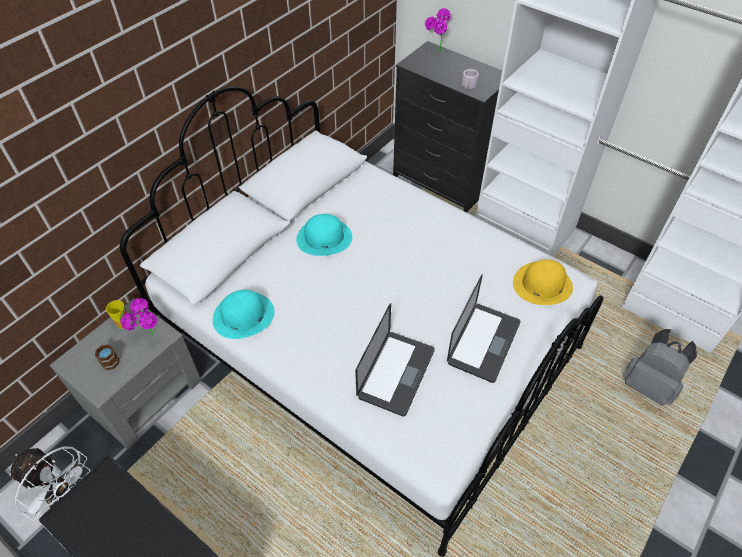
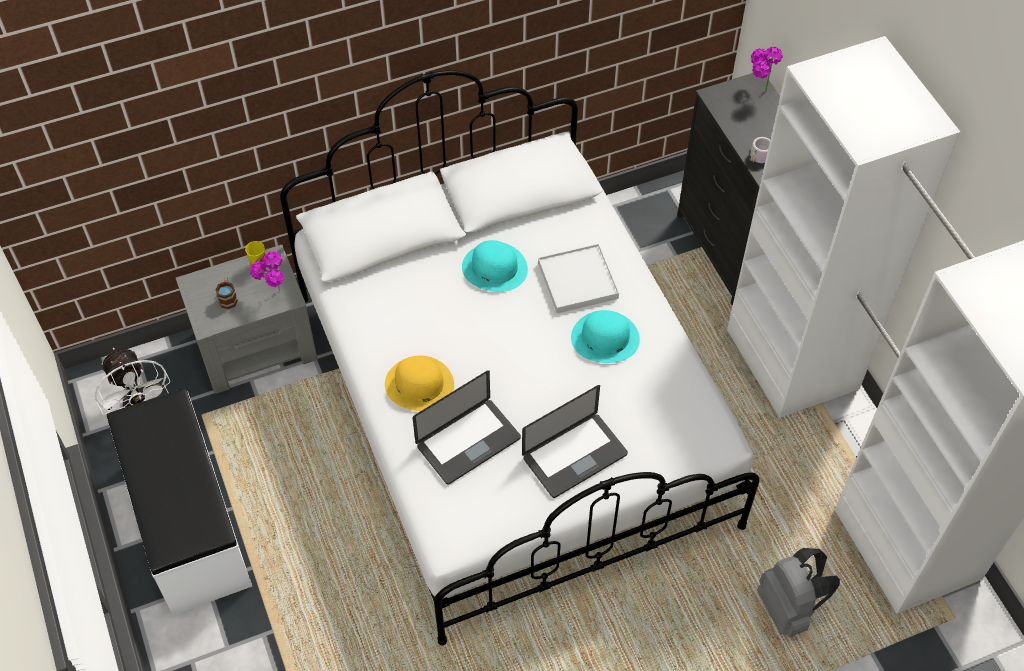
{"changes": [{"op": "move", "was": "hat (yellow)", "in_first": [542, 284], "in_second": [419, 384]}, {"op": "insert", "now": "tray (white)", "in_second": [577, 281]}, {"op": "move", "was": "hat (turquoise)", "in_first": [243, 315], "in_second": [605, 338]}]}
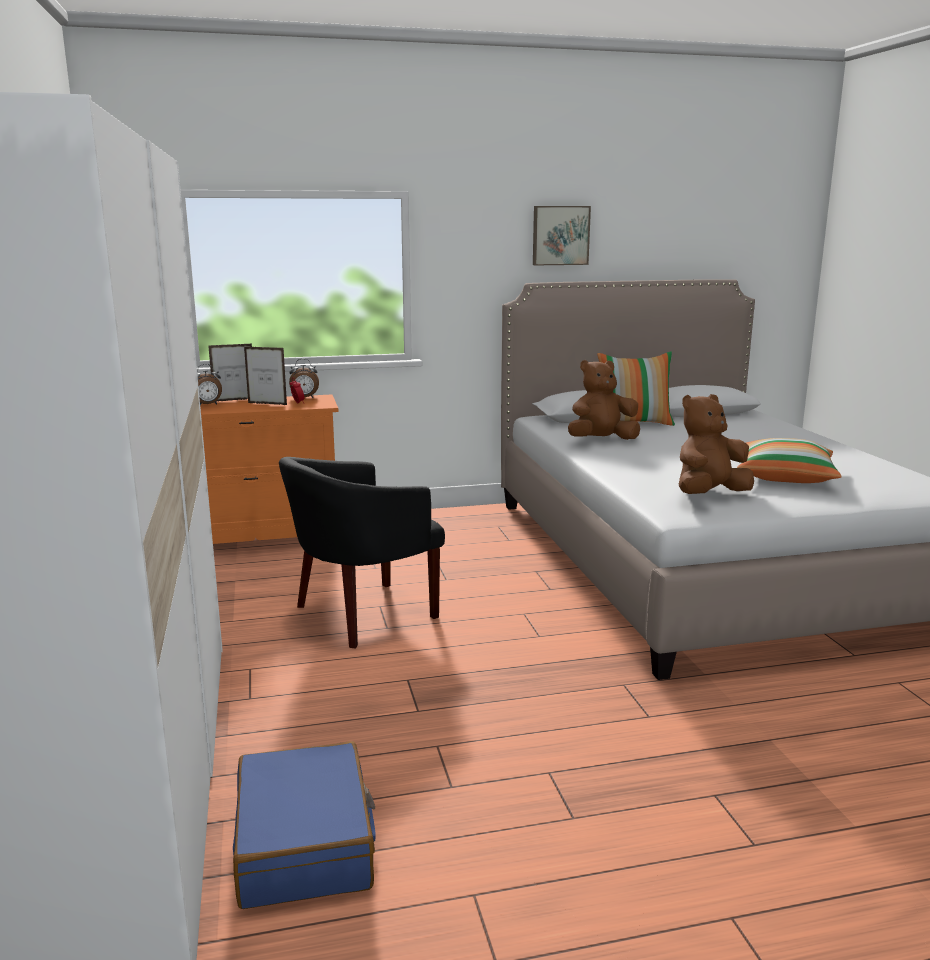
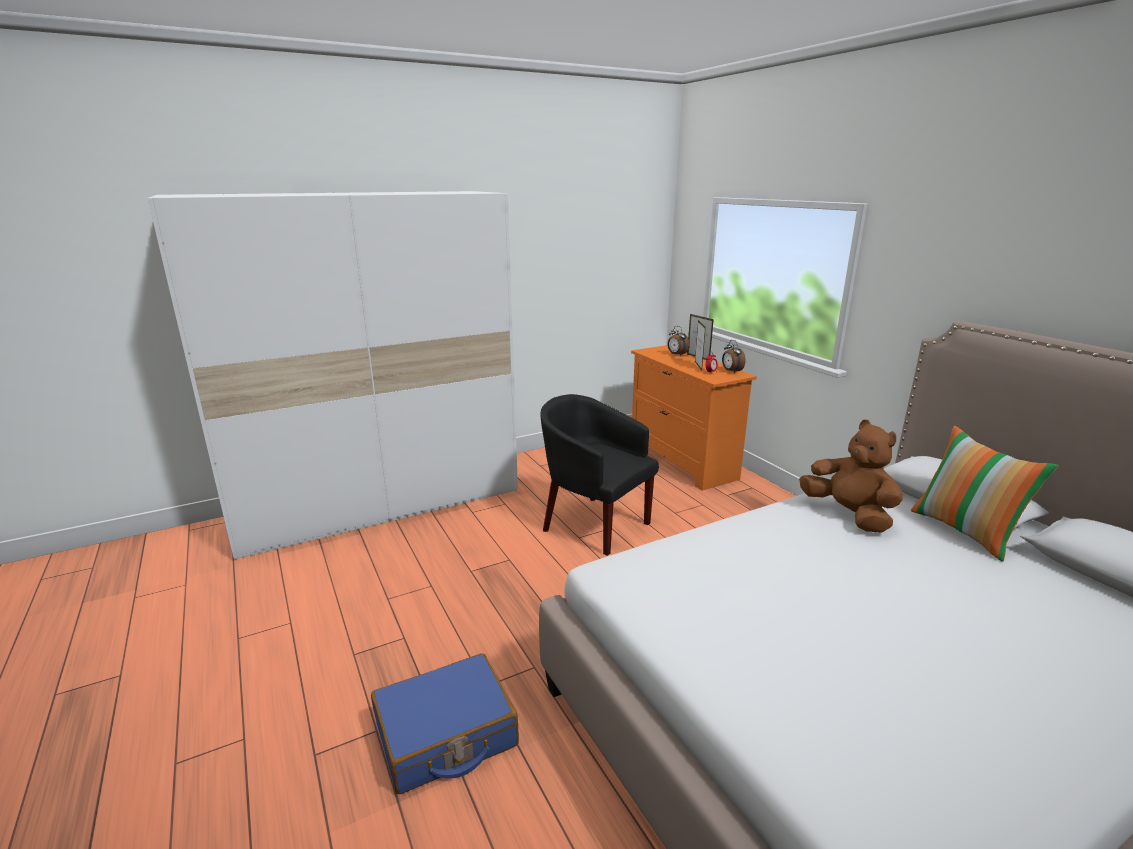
{"changes": [{"op": "move", "was": "suitcase (blue)", "in_first": [305, 843], "in_second": [446, 735]}, {"op": "delete", "was": "picture", "in_first": [560, 235]}, {"op": "delete", "was": "plush toy (brown)", "in_first": [709, 494]}, {"op": "delete", "was": "pillow", "in_first": [784, 476]}]}
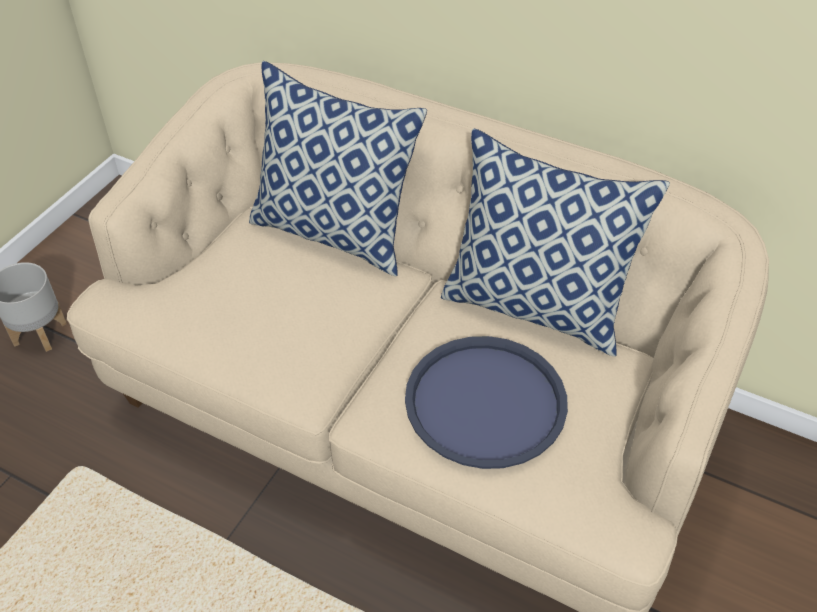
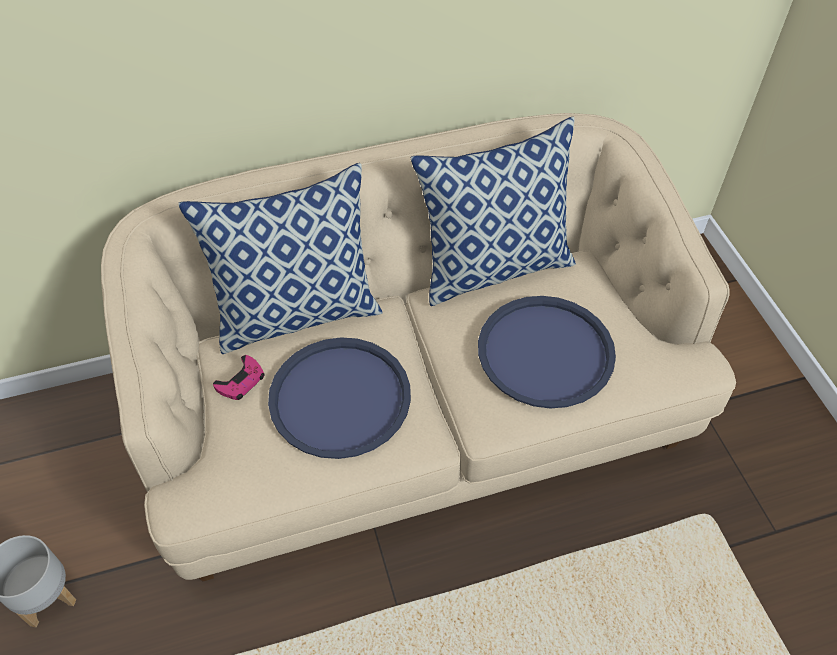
{"changes": [{"op": "insert", "now": "game controller (pink)", "in_second": [241, 381]}, {"op": "insert", "now": "tray (blue)", "in_second": [340, 398]}]}
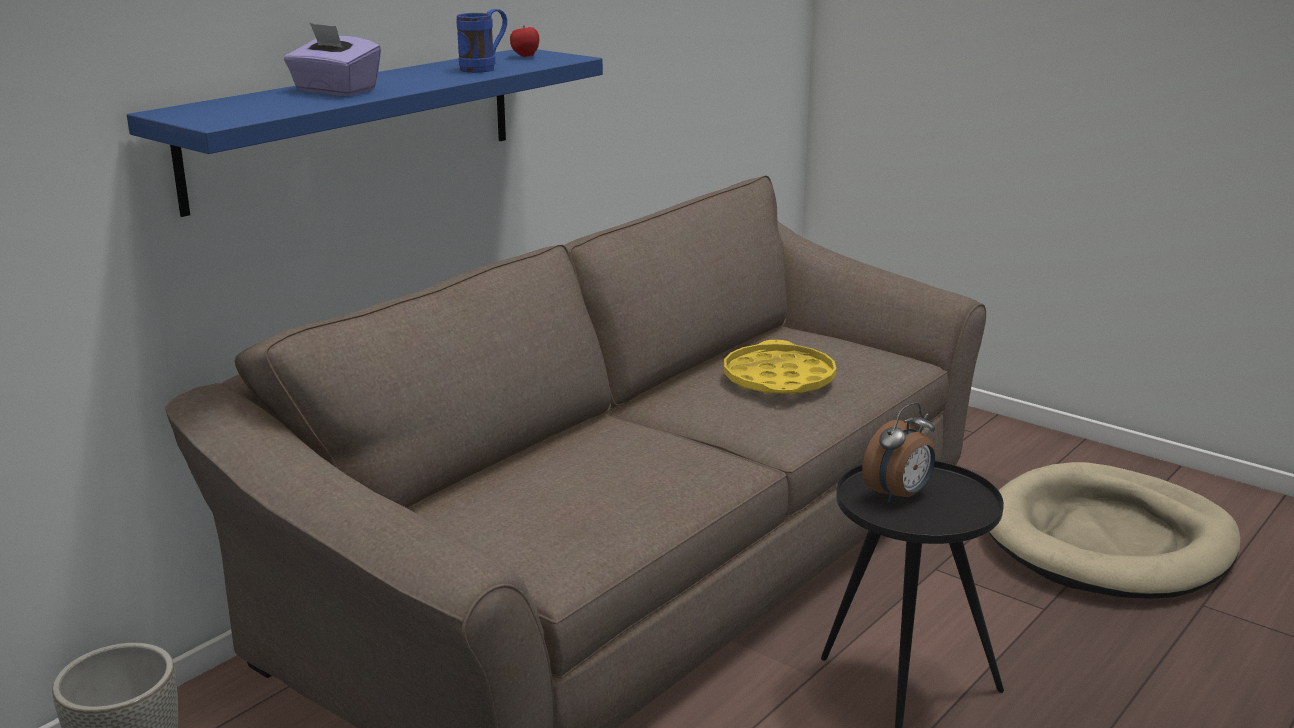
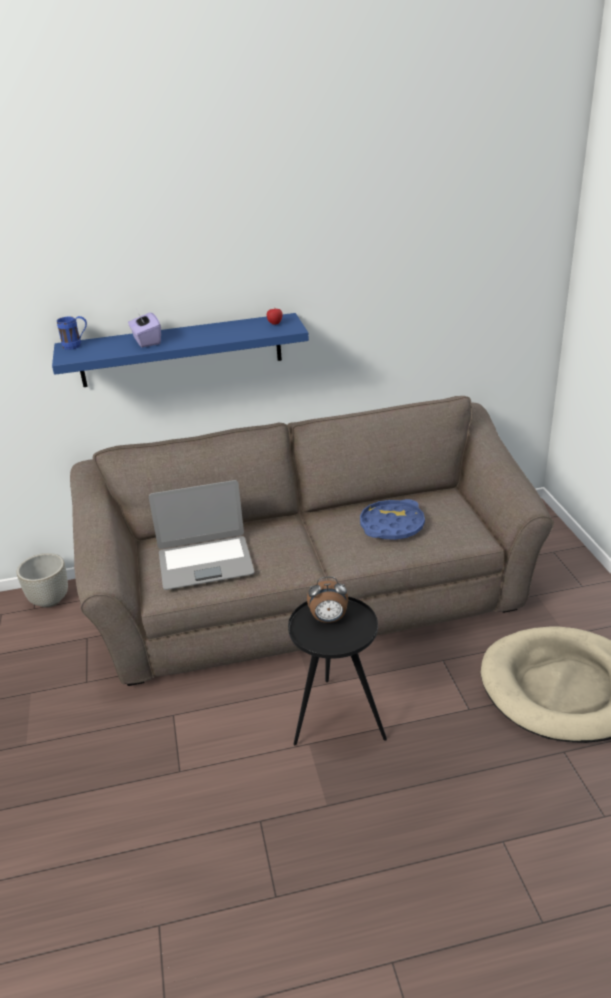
{"changes": [{"op": "move", "was": "mug (blue)", "in_first": [485, 68], "in_second": [76, 346]}, {"op": "insert", "now": "laptop", "in_second": [205, 563]}, {"op": "recolor", "was": "tray (yellow)", "now": "tray (blue)", "in_first": [778, 380], "in_second": [391, 525]}]}
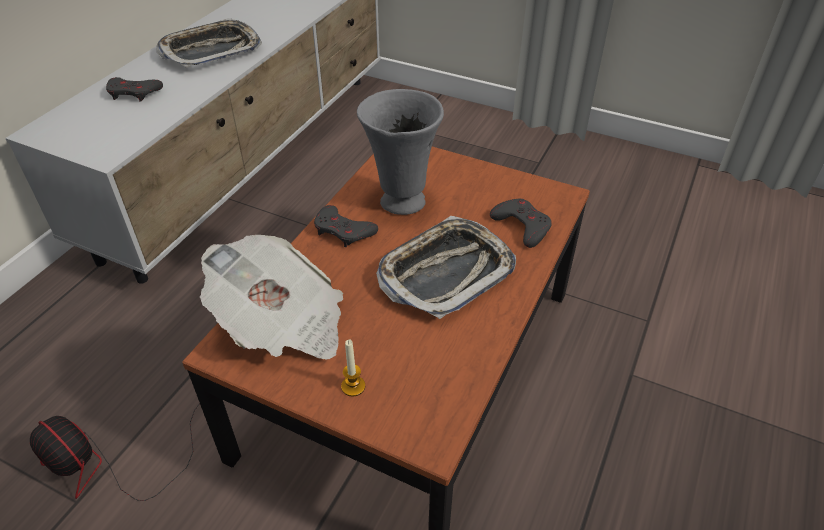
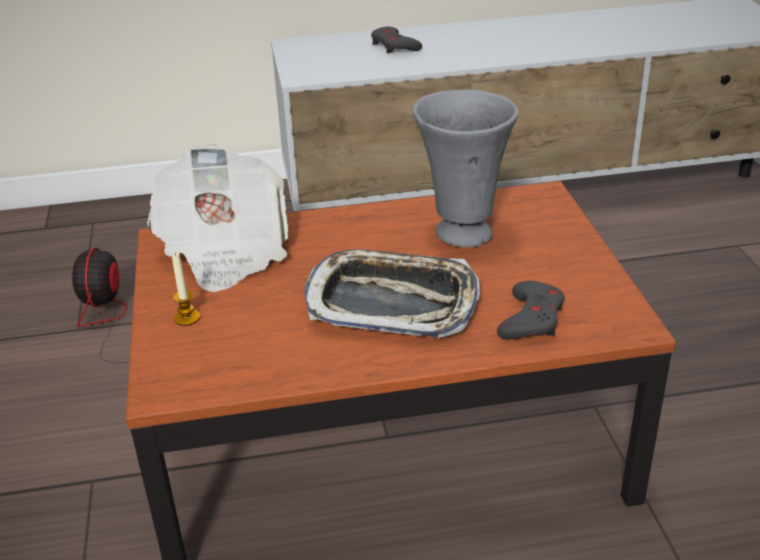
{"changes": [{"op": "delete", "was": "tray", "in_first": [211, 50]}, {"op": "delete", "was": "game controller (grey)", "in_first": [343, 231]}]}
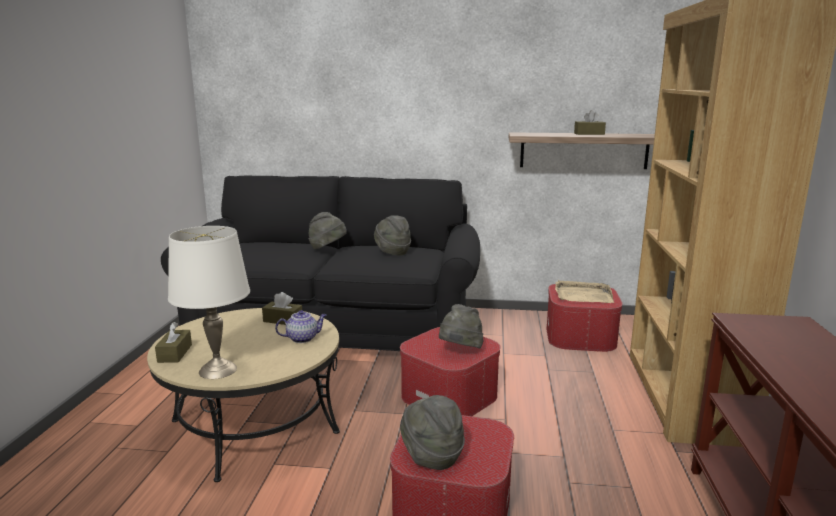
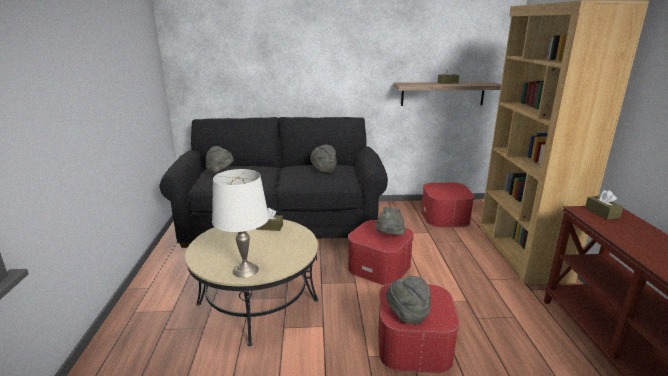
{"changes": [{"op": "move", "was": "hat (grey)", "in_first": [327, 248], "in_second": [220, 172]}, {"op": "move", "was": "tissue box (brown)", "in_first": [175, 353], "in_second": [602, 213]}, {"op": "delete", "was": "teapot", "in_first": [303, 338]}, {"op": "delete", "was": "tray (beige)", "in_first": [582, 295]}]}
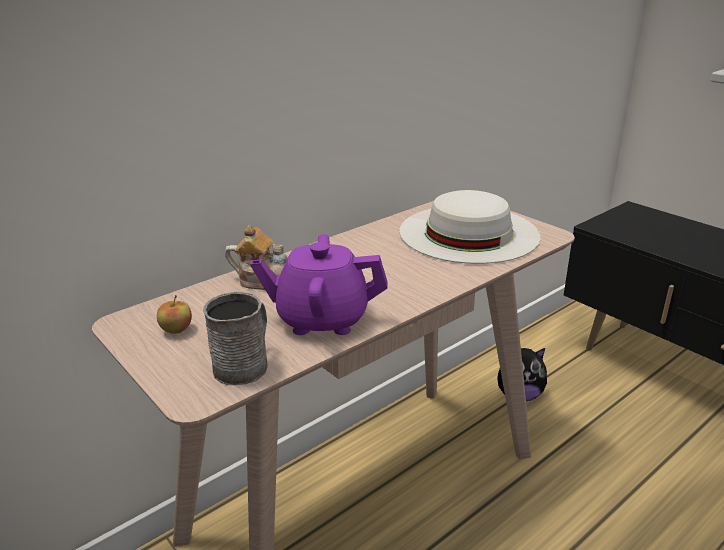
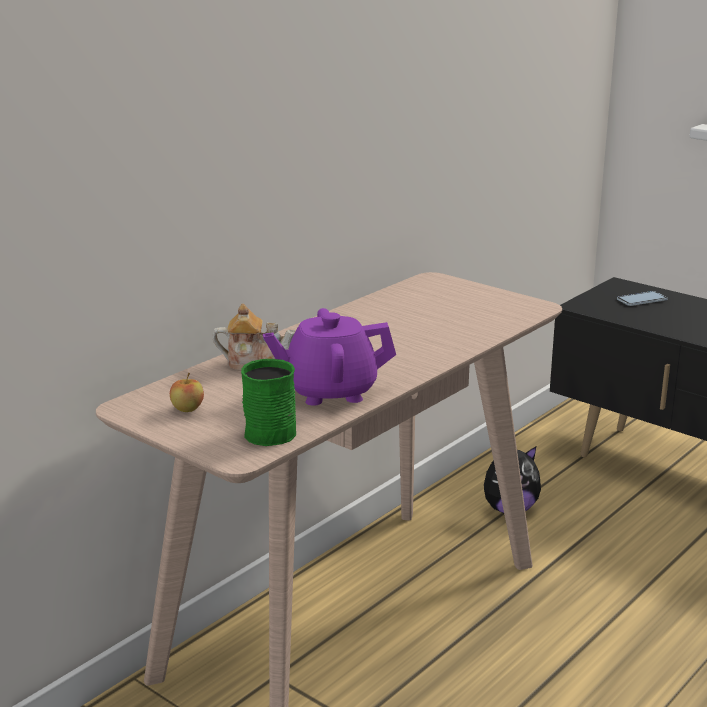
{"changes": [{"op": "recolor", "was": "mug (grey)", "now": "mug (green)", "in_first": [245, 364], "in_second": [273, 430]}, {"op": "insert", "now": "phone", "in_second": [642, 300]}, {"op": "delete", "was": "hat (white)", "in_first": [468, 233]}]}
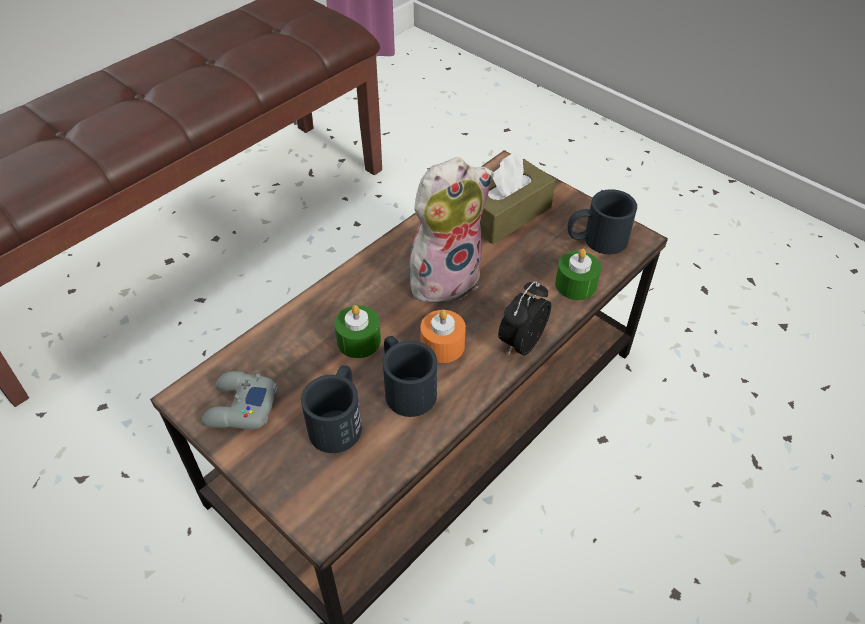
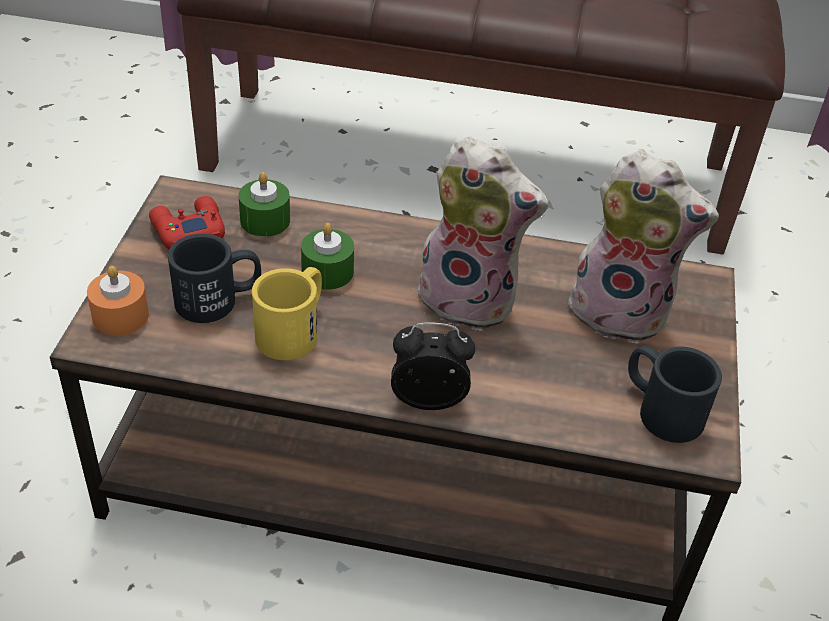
{"changes": [{"op": "move", "was": "candle (orange)", "in_first": [442, 345], "in_second": [120, 316]}, {"op": "recolor", "was": "game controller (grey)", "now": "game controller (red)", "in_first": [240, 407], "in_second": [187, 230]}, {"op": "move", "was": "candle (green)", "in_first": [575, 284], "in_second": [265, 220]}, {"op": "recolor", "was": "mug (black)", "now": "mug (yellow)", "in_first": [405, 386], "in_second": [294, 329]}, {"op": "replace", "was": "tissue box (brown)", "now": "plush toy", "in_first": [507, 214], "in_second": [621, 311]}]}
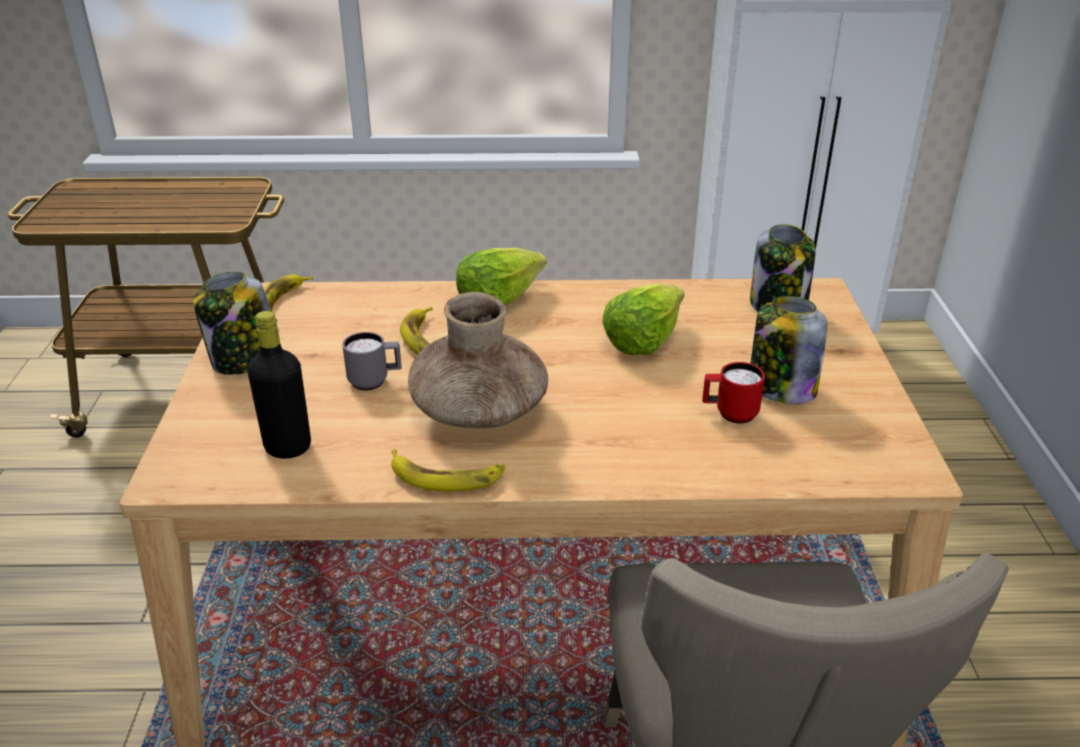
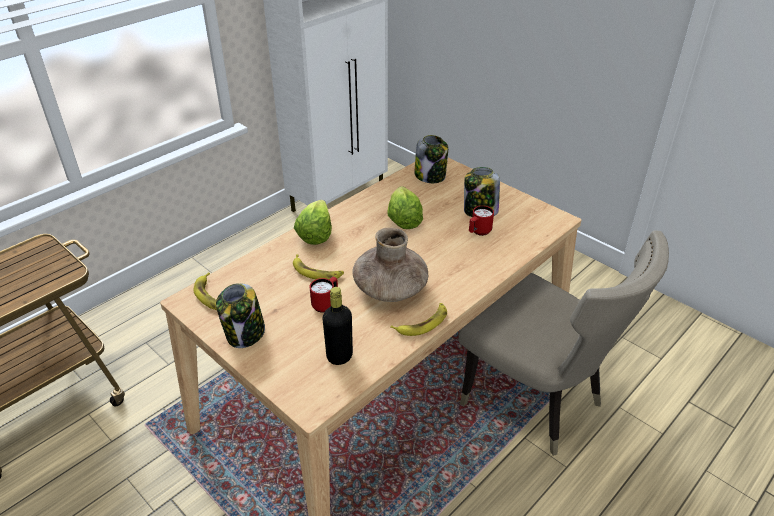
{"changes": [{"op": "recolor", "was": "mug (grey)", "now": "mug (red)", "in_first": [375, 381], "in_second": [326, 304]}]}
